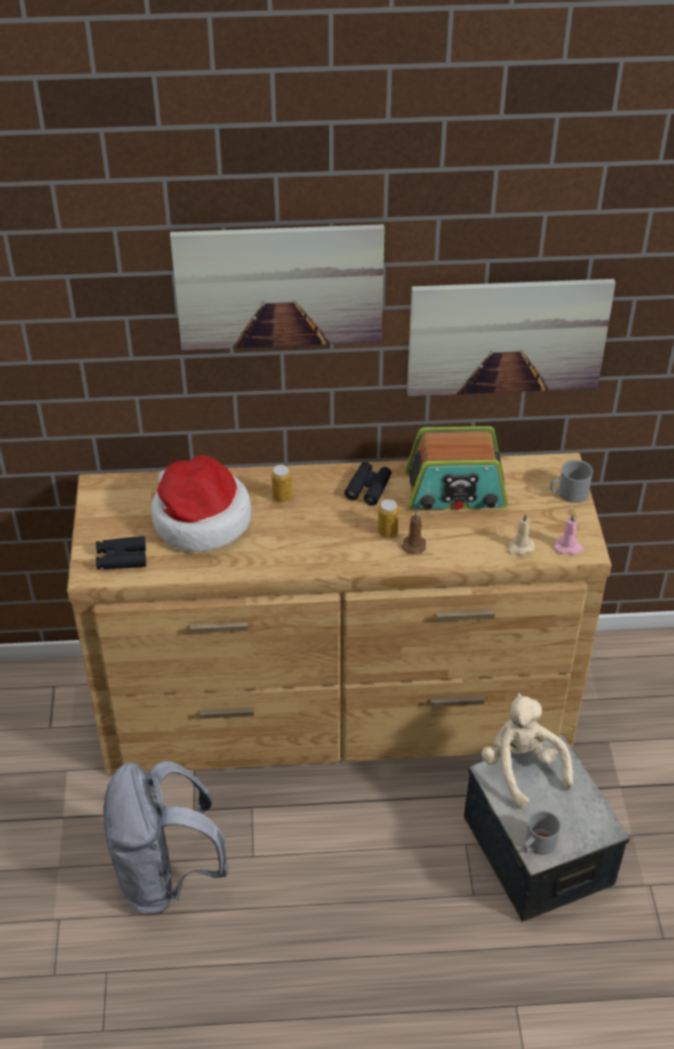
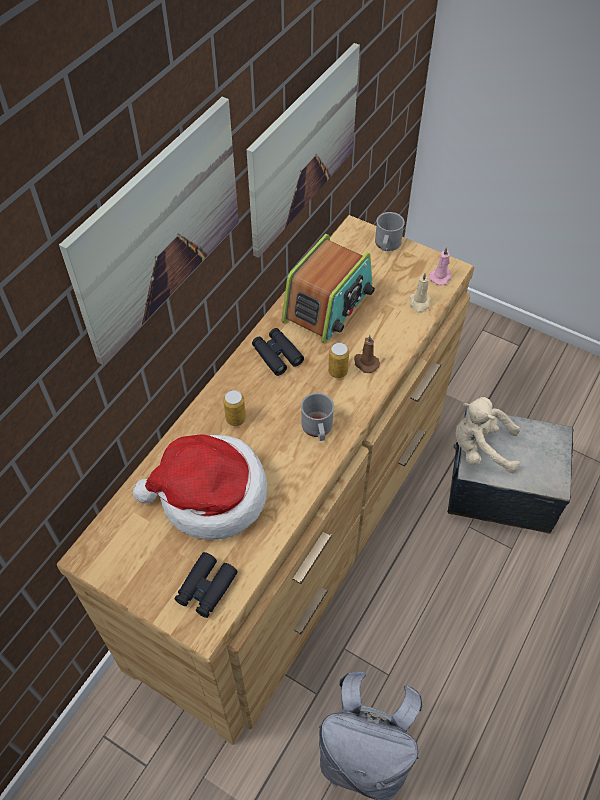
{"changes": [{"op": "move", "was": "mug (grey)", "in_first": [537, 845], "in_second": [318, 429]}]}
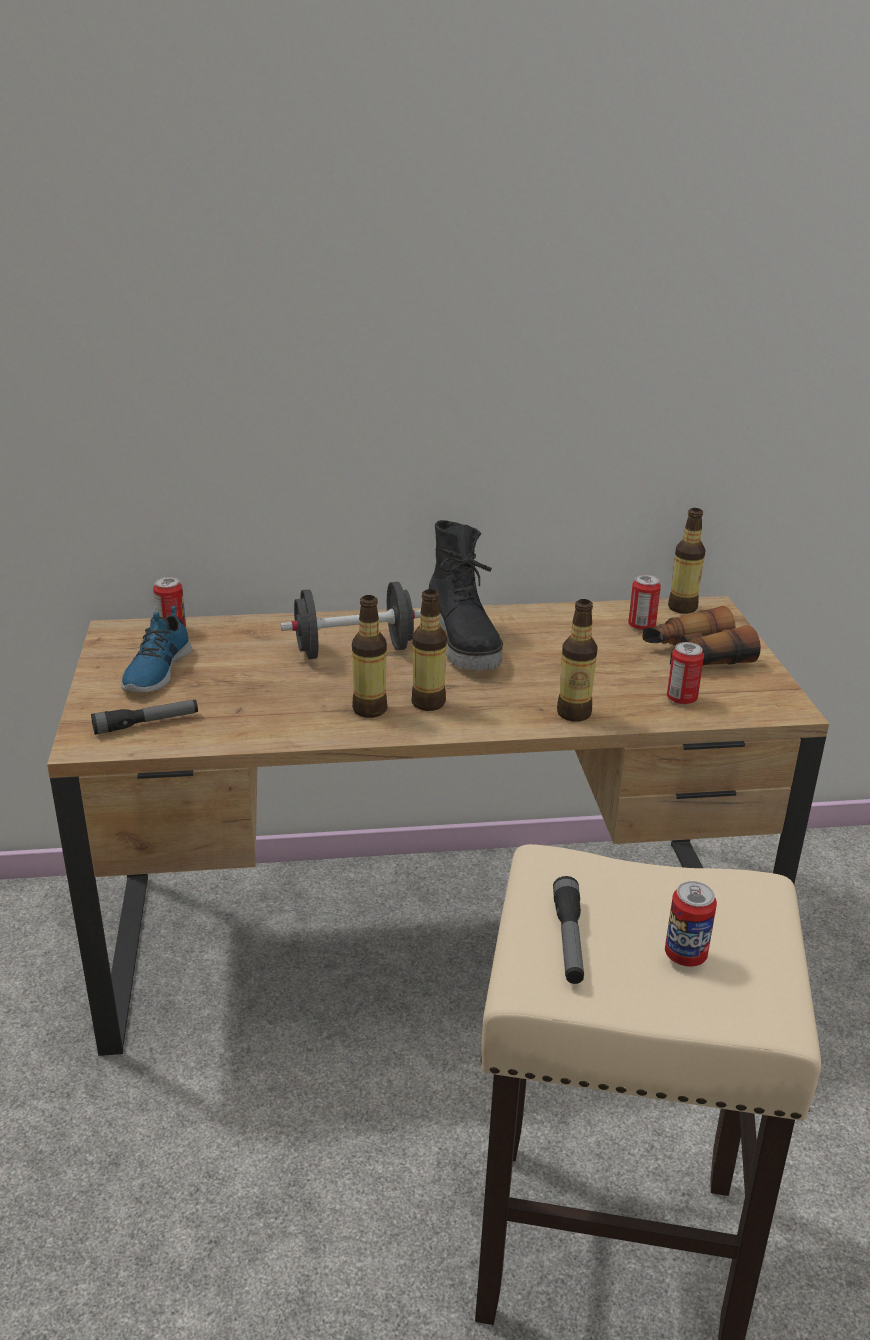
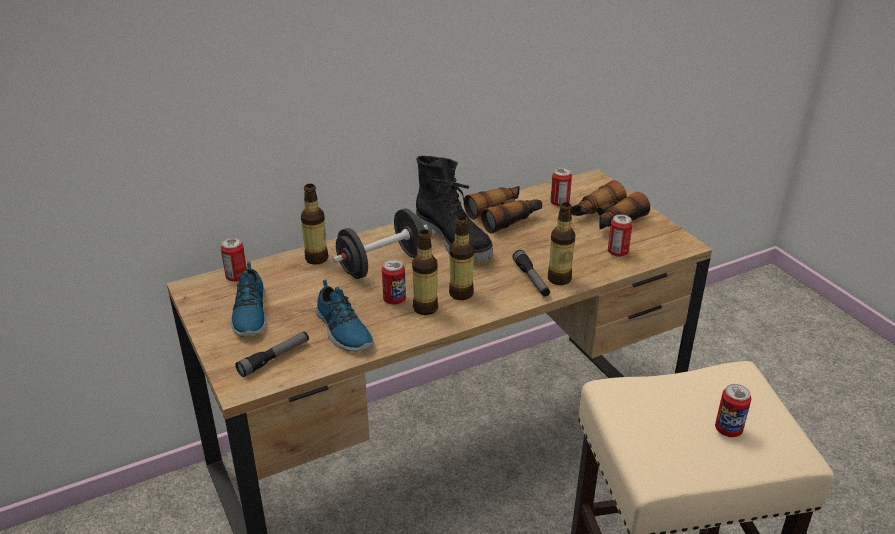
{"changes": [{"op": "move", "was": "bottle", "in_first": [682, 608], "in_second": [316, 258]}, {"op": "insert", "now": "shoe", "in_second": [342, 330]}, {"op": "insert", "now": "can", "in_second": [394, 300]}, {"op": "insert", "now": "binoculars", "in_second": [504, 216]}, {"op": "move", "was": "flashlight", "in_first": [569, 939], "in_second": [531, 279]}]}
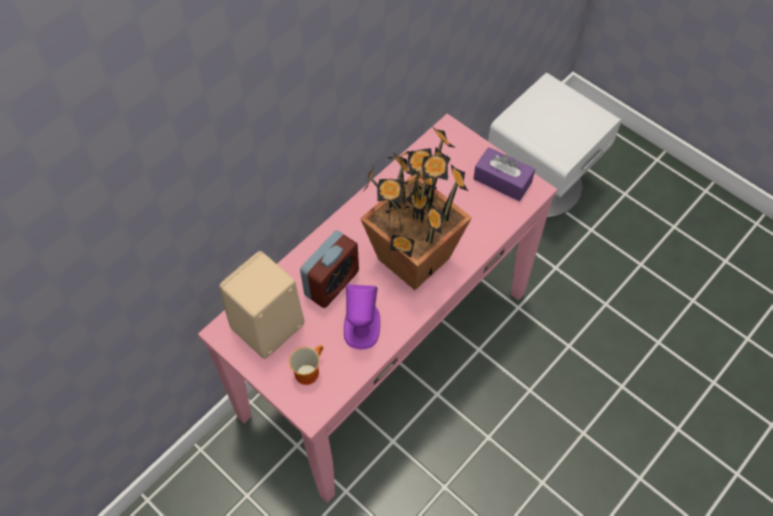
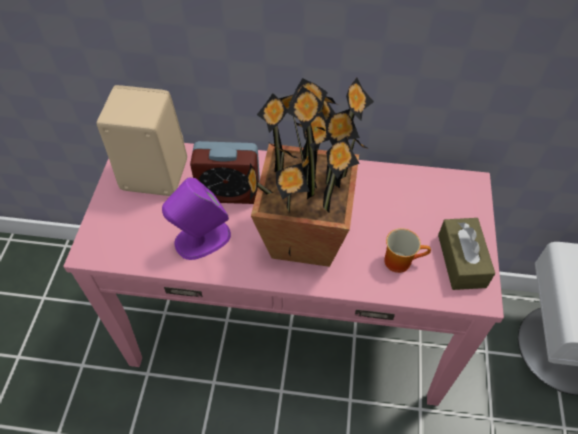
{"changes": [{"op": "move", "was": "mug", "in_first": [307, 370], "in_second": [400, 260]}, {"op": "recolor", "was": "tissue box (purple)", "now": "tissue box (brown)", "in_first": [502, 180], "in_second": [461, 260]}]}
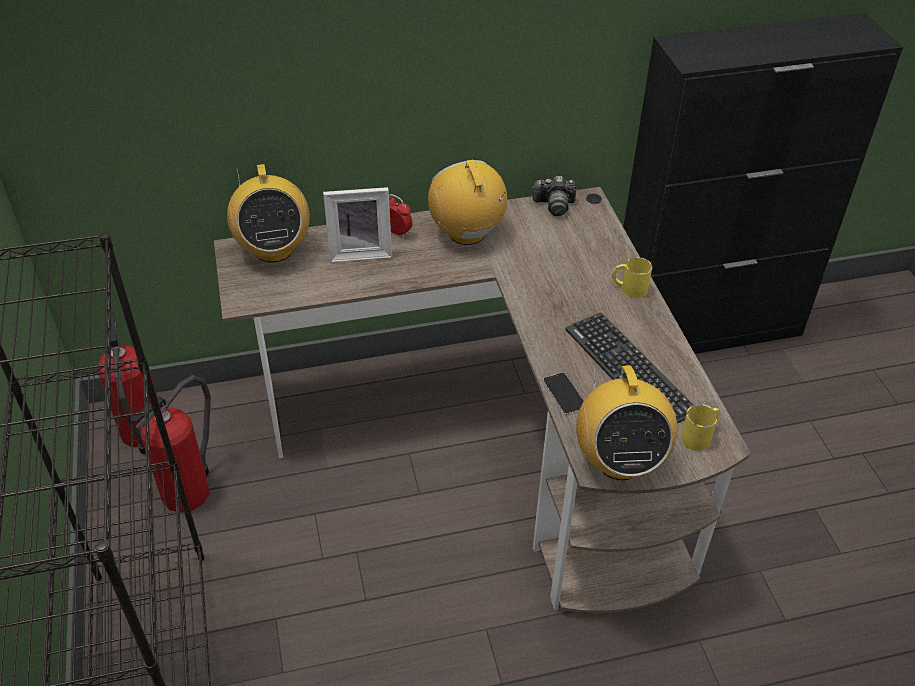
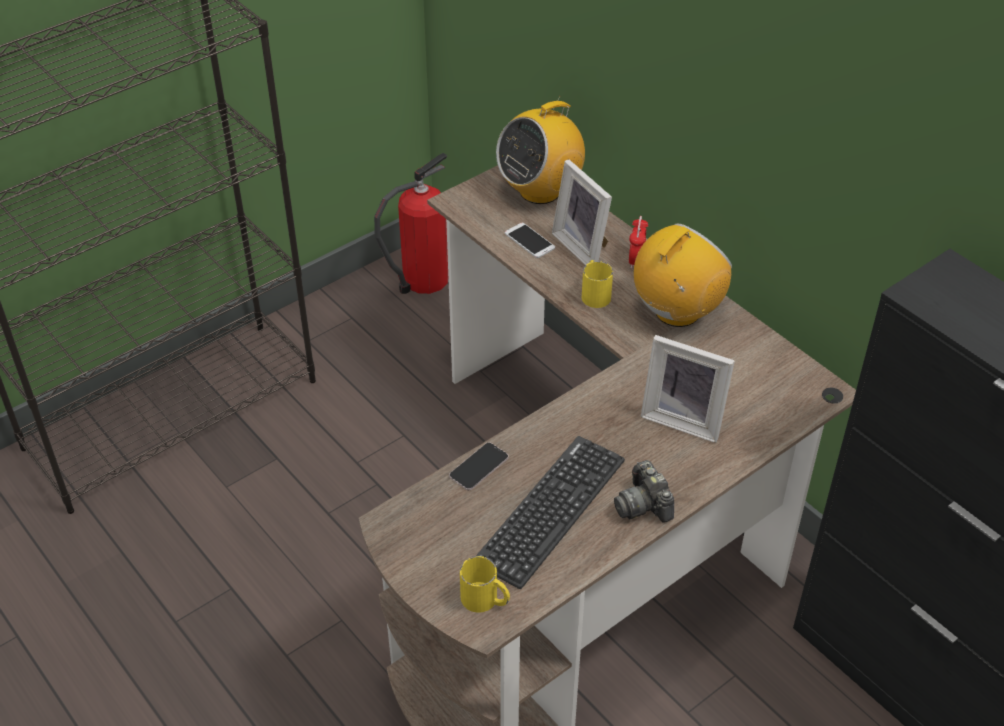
{"changes": [{"op": "insert", "now": "phone", "in_second": [529, 241]}, {"op": "move", "was": "mug (yellow)", "in_first": [629, 288], "in_second": [594, 293]}, {"op": "move", "was": "photo camera", "in_first": [554, 205], "in_second": [643, 504]}, {"op": "insert", "now": "picture frame", "in_second": [684, 418]}, {"op": "delete", "was": "fire extinguisher", "in_first": [188, 488]}, {"op": "delete", "was": "radio", "in_first": [619, 461]}]}
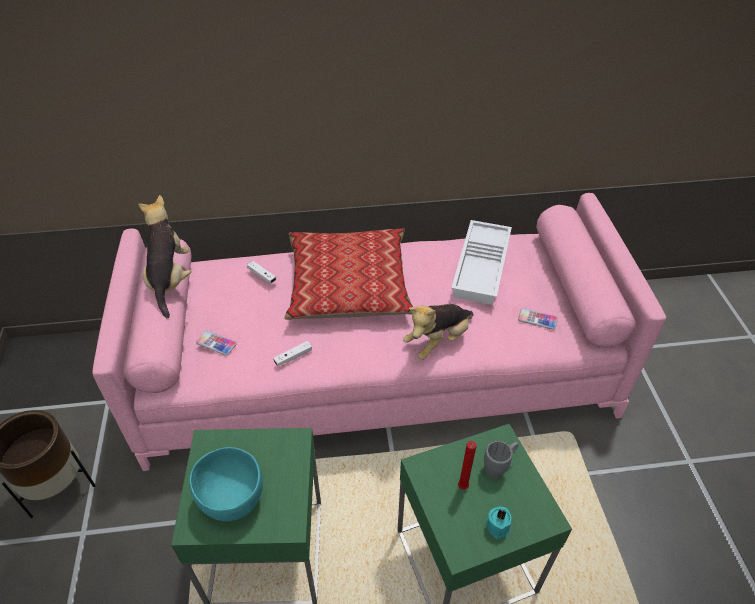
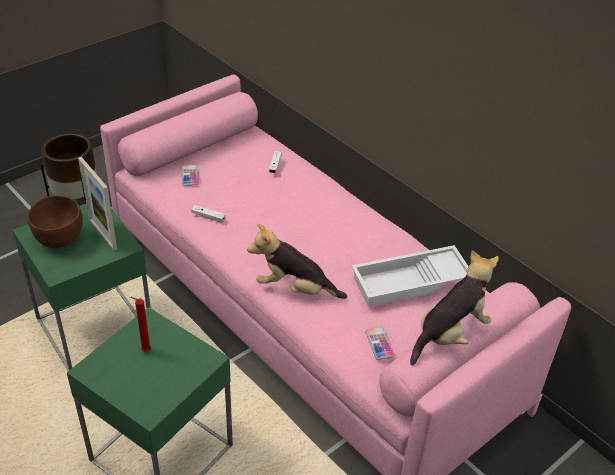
{"changes": [{"op": "recolor", "was": "bowl (turquoise)", "now": "bowl (brown)", "in_first": [232, 499], "in_second": [60, 239]}, {"op": "insert", "now": "picture frame", "in_second": [103, 234]}, {"op": "move", "was": "plush toy", "in_first": [170, 279], "in_second": [450, 334]}, {"op": "delete", "was": "pillow", "in_first": [349, 284]}, {"op": "delete", "was": "mug (grey)", "in_first": [499, 467]}, {"op": "delete", "was": "candle (turquoise)", "in_first": [498, 526]}]}
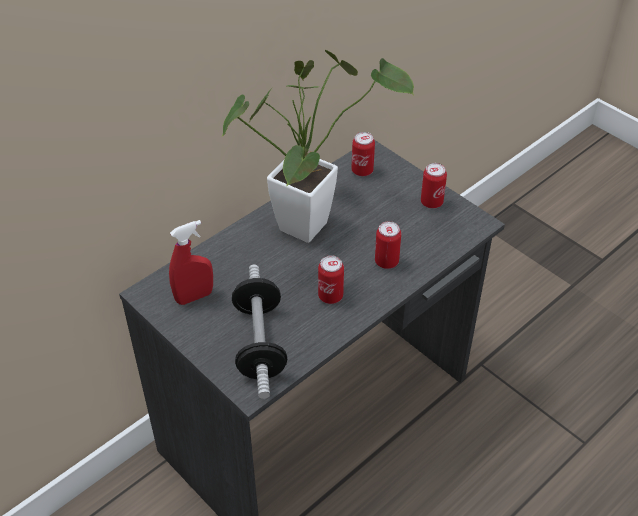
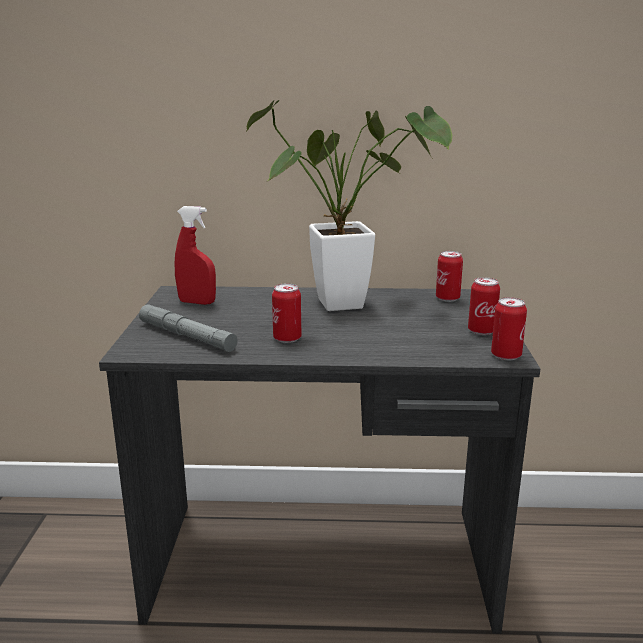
{"changes": [{"op": "replace", "was": "dumbbell", "now": "flashlight (grey)", "in_first": [259, 343], "in_second": [187, 336]}, {"op": "move", "was": "can", "in_first": [386, 262], "in_second": [506, 355]}]}
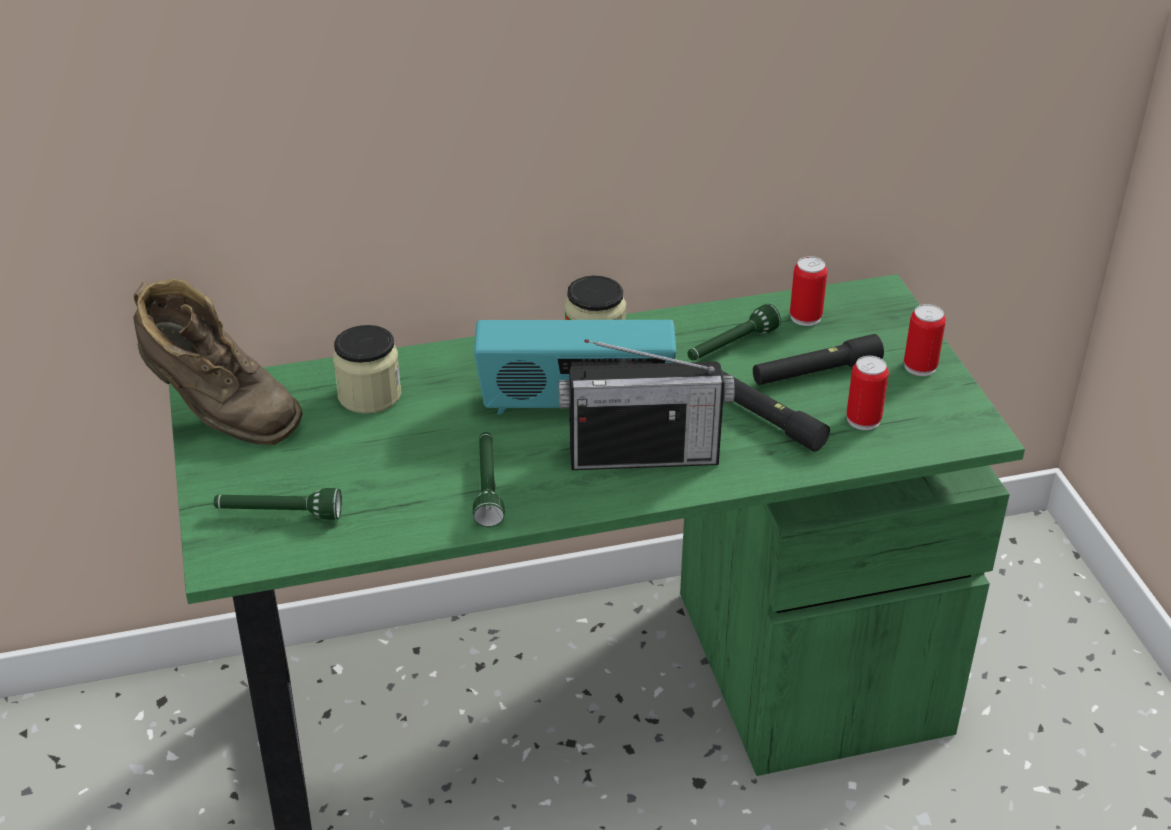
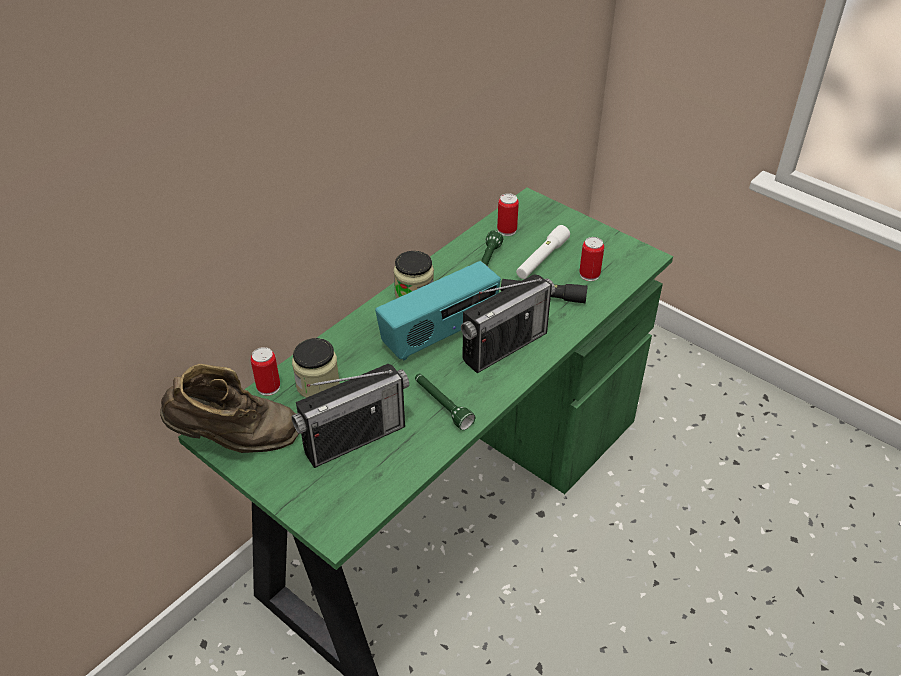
{"changes": [{"op": "move", "was": "can", "in_first": [920, 366], "in_second": [268, 387]}, {"op": "insert", "now": "radio", "in_second": [354, 438]}, {"op": "recolor", "was": "flashlight (black)", "now": "flashlight (white)", "in_first": [816, 372], "in_second": [542, 259]}, {"op": "delete", "was": "flashlight (green)", "in_first": [279, 514]}]}
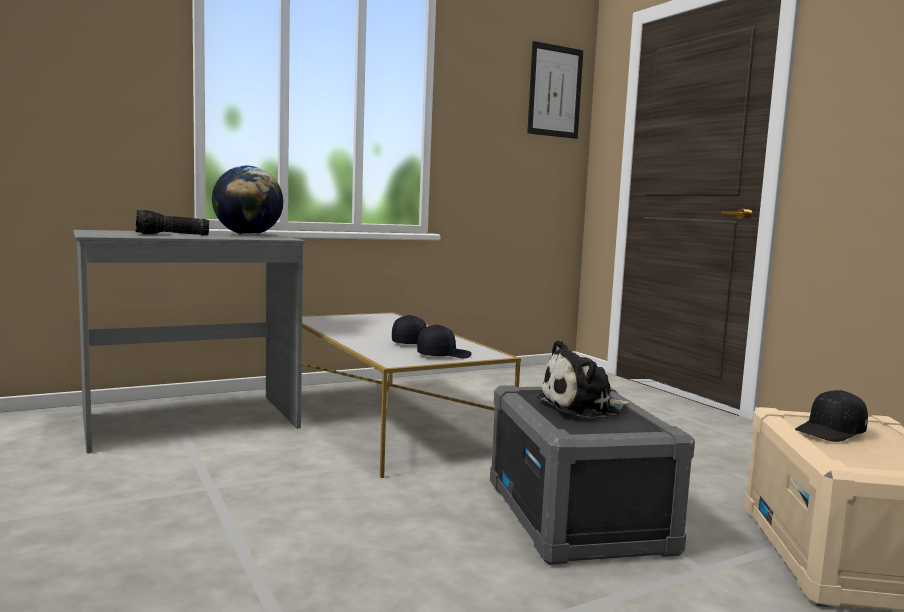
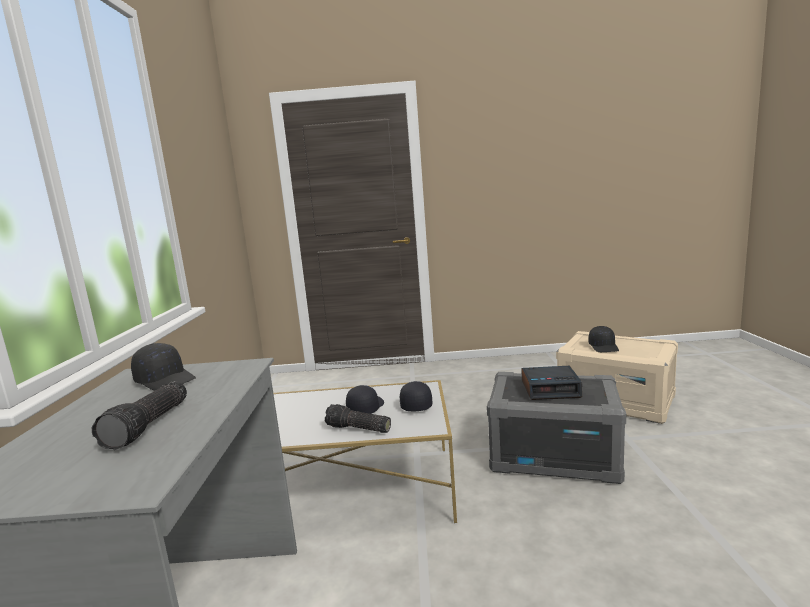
{"changes": [{"op": "replace", "was": "globe", "now": "cap (black)", "in_first": [248, 234], "in_second": [166, 380]}, {"op": "insert", "now": "flashlight", "in_second": [357, 429]}, {"op": "replace", "was": "plush toy", "now": "alarm clock", "in_first": [583, 407], "in_second": [551, 389]}, {"op": "delete", "was": "picture", "in_first": [555, 91]}]}
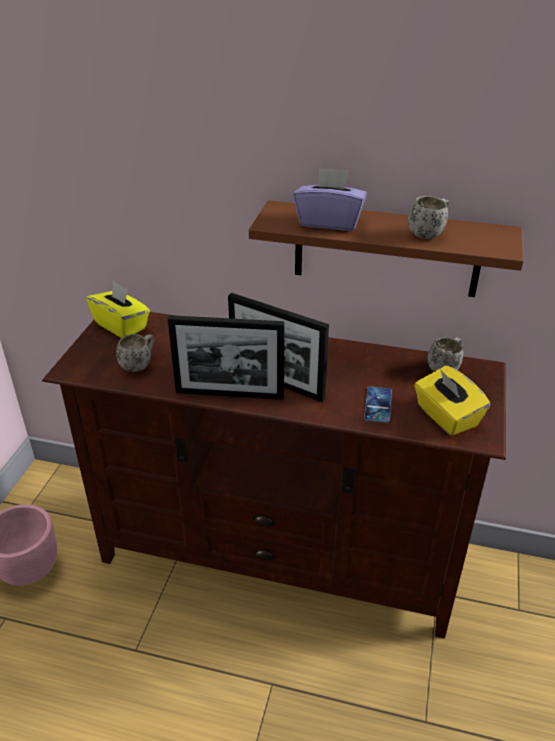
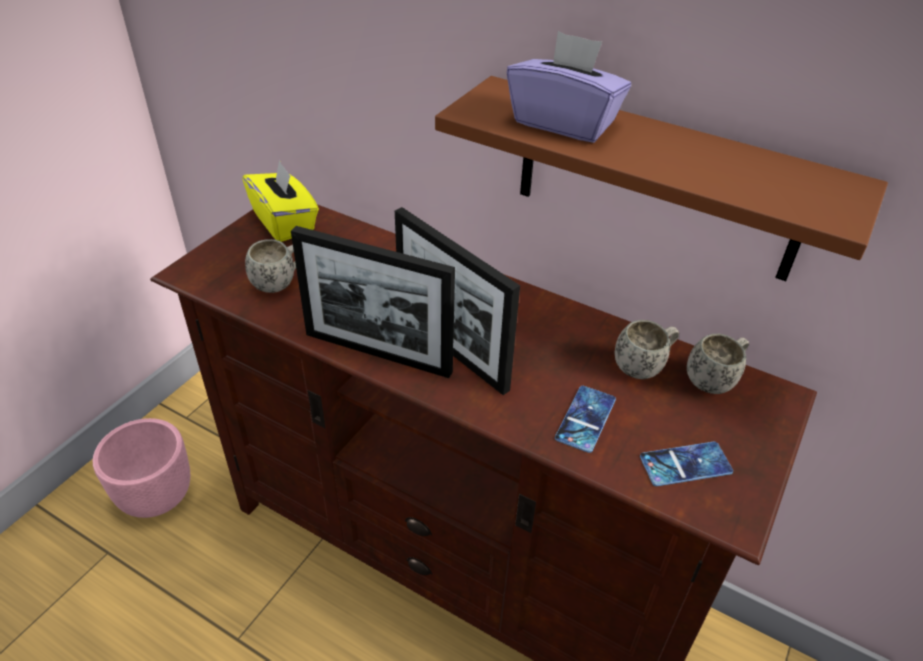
{"changes": [{"op": "move", "was": "mug (white)", "in_first": [428, 233], "in_second": [643, 366]}, {"op": "replace", "was": "tissue box (yellow)", "now": "phone", "in_first": [446, 416], "in_second": [685, 464]}]}
